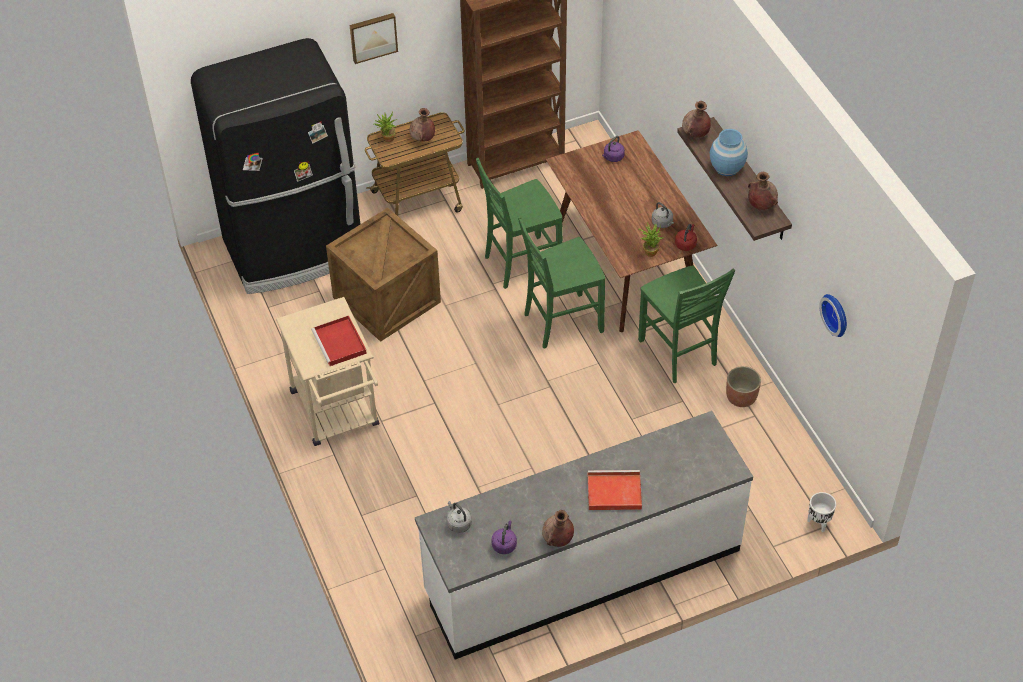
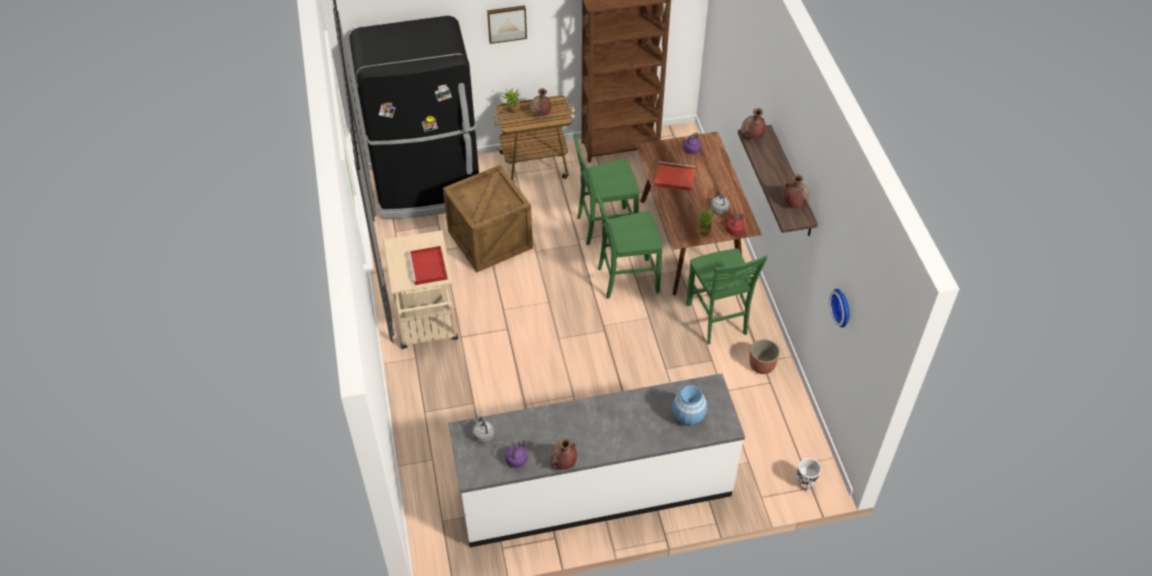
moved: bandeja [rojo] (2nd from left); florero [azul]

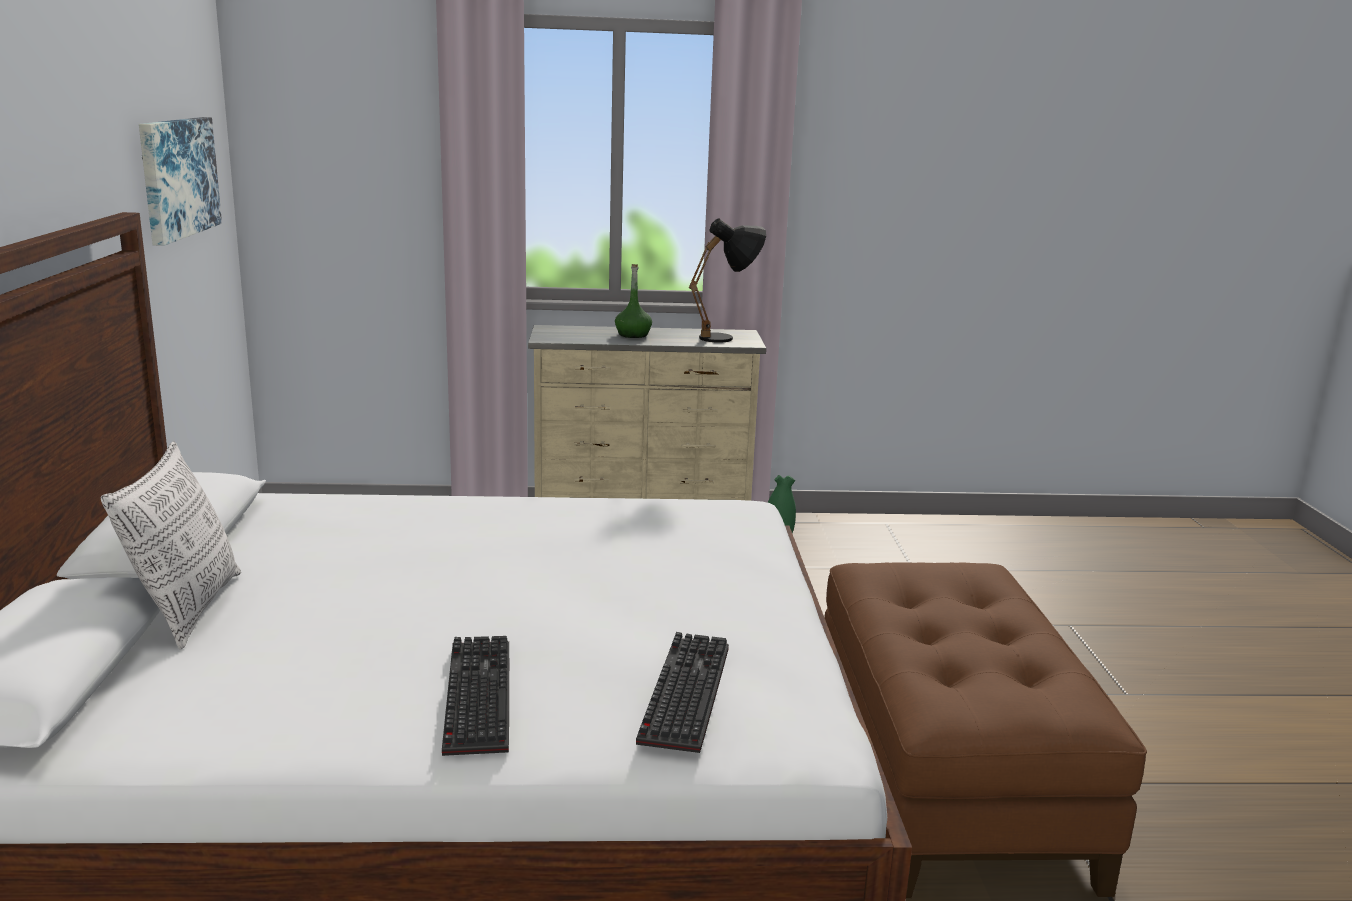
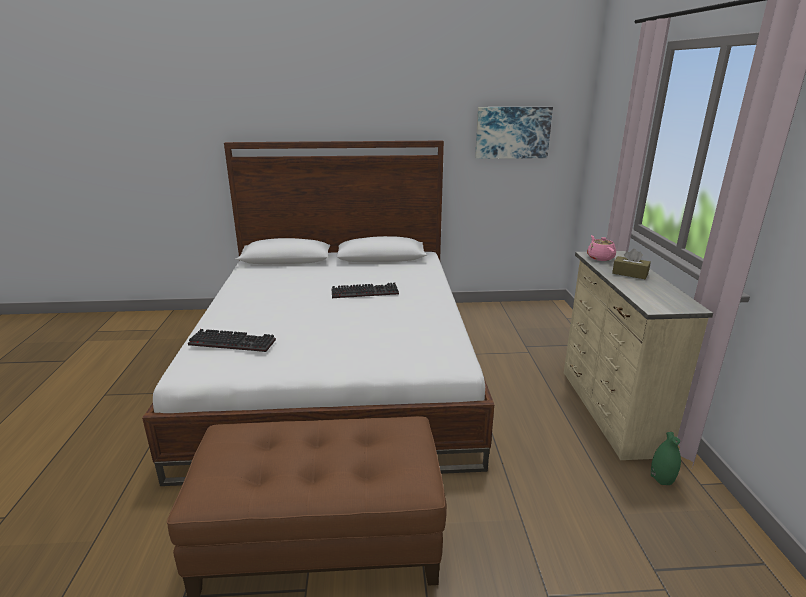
removed: cojín; lámpara de mesa [negro]
added: tetera [rosa]
moved: teclado (1st from left in the first image) to teclado (2nd from left)
replaced: botella [verde] to caja de pañuelos [marrón]

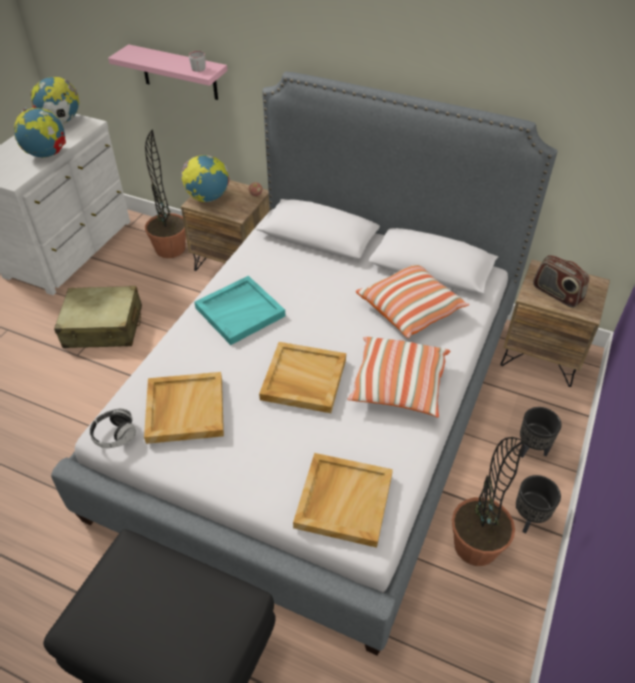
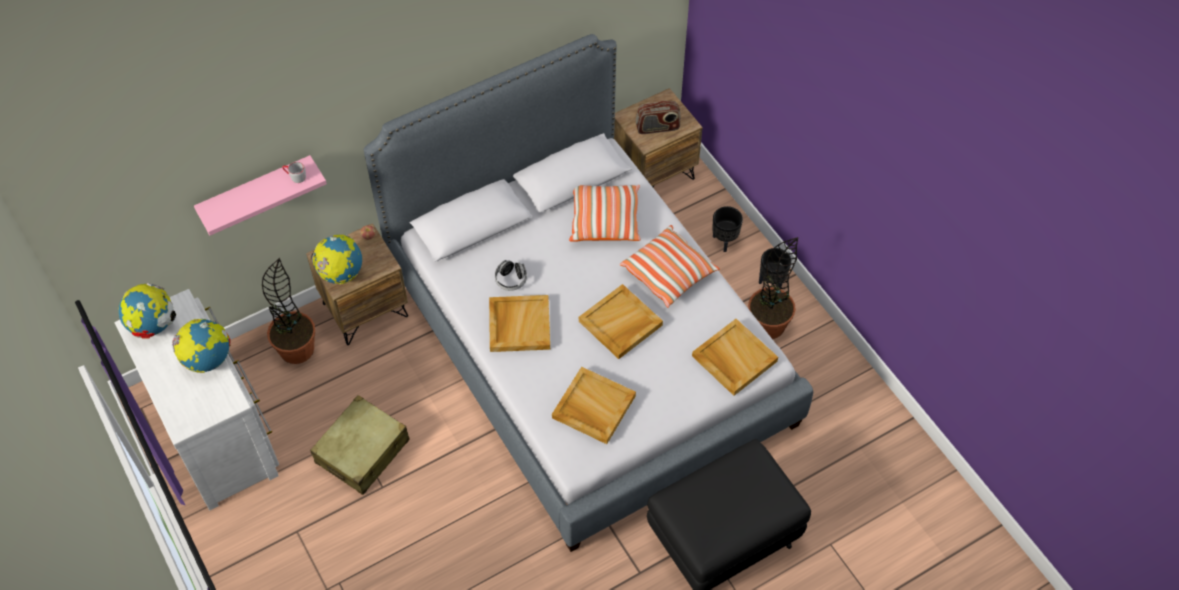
moved: auriculares
recoloured: bandeja [turquesa] to bandeja [beis] (1st from left)

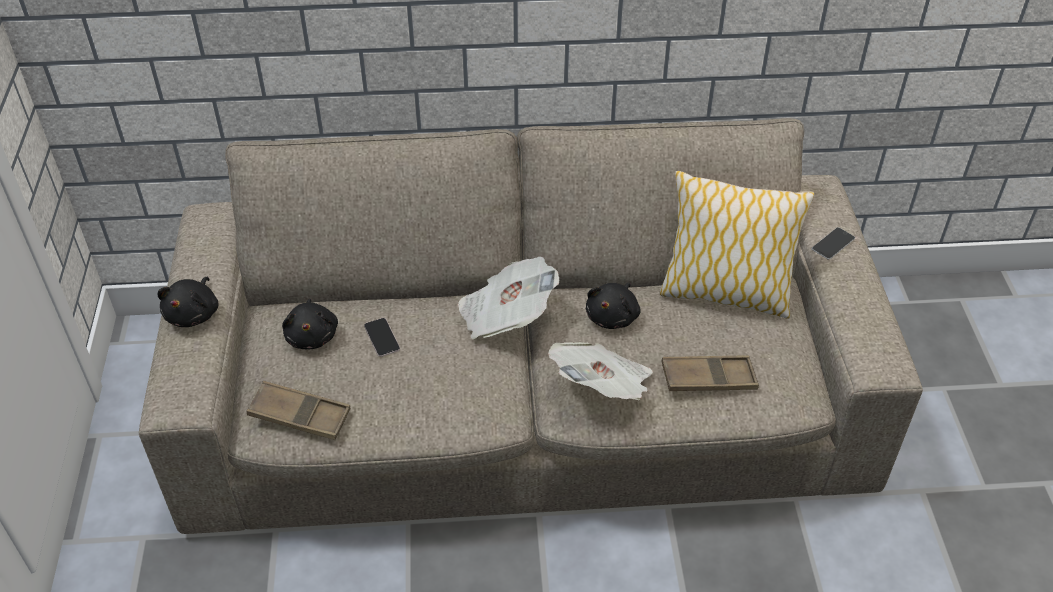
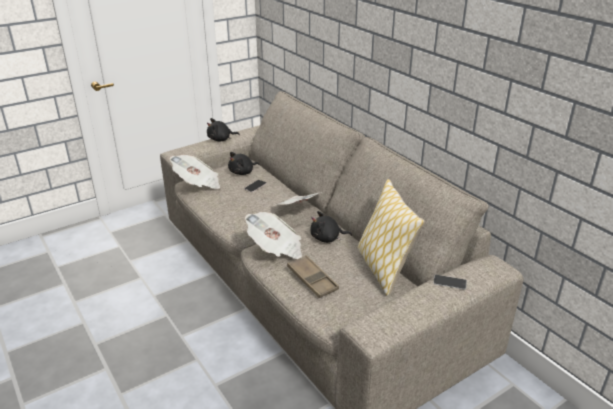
replaced: bandeja [marrón] (1st from left) to periódico (1st from left)

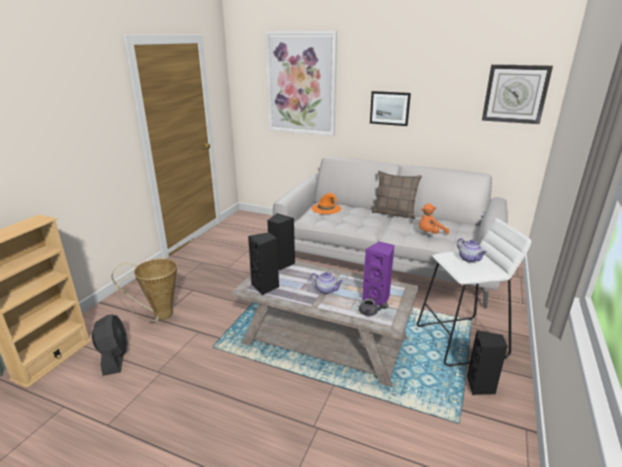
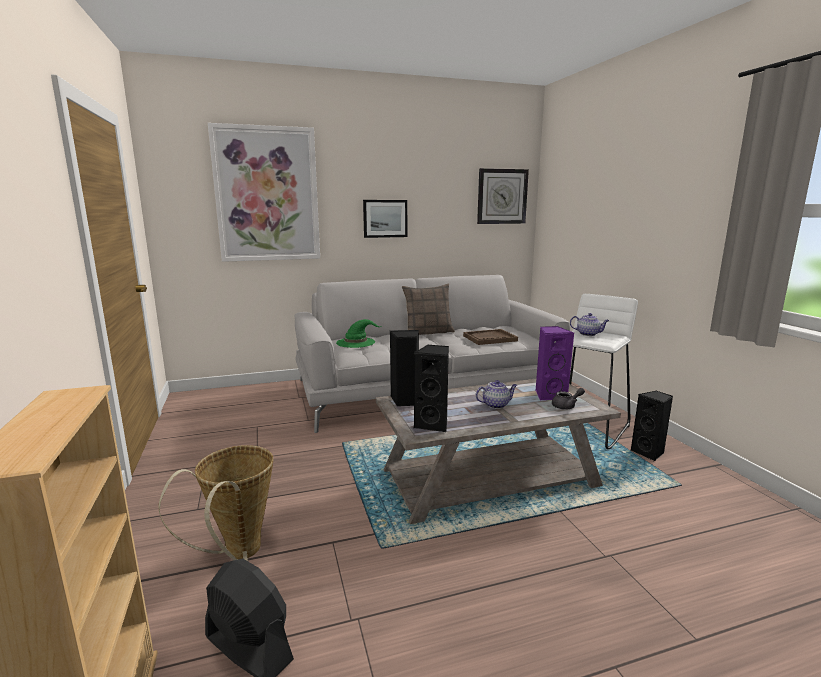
replaced: peluche [naranja] to bandeja [marrón]
recoloured: sombrero [naranja] to sombrero [verde]

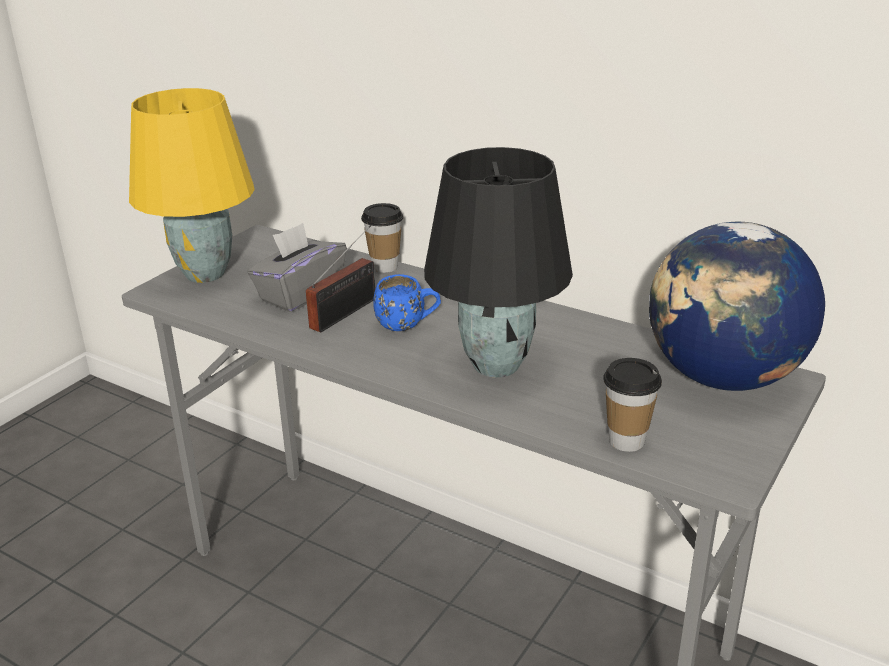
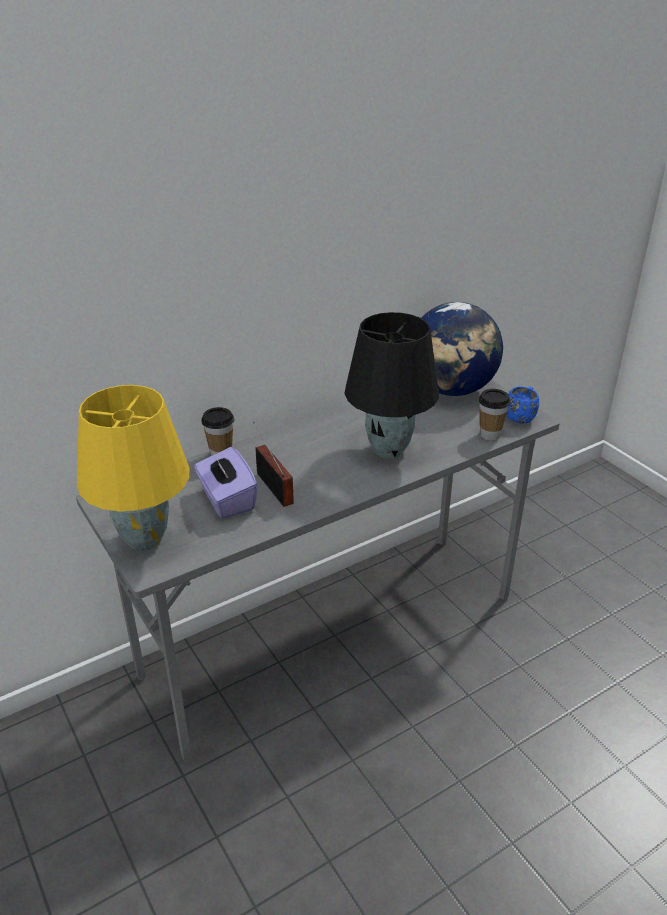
moved: taza grande [azul]
recoloured: caja de pañuelos [gris] to caja de pañuelos [morado]

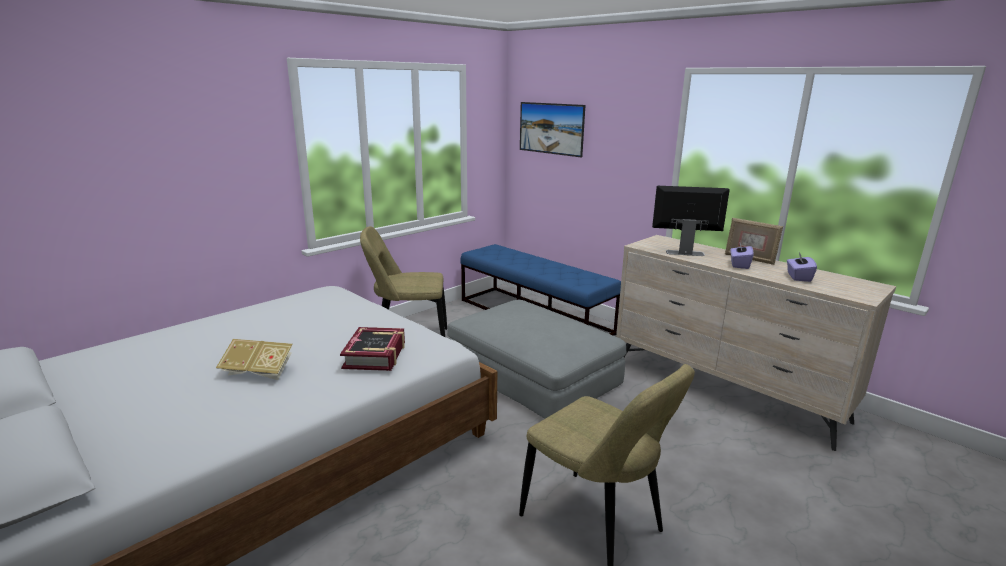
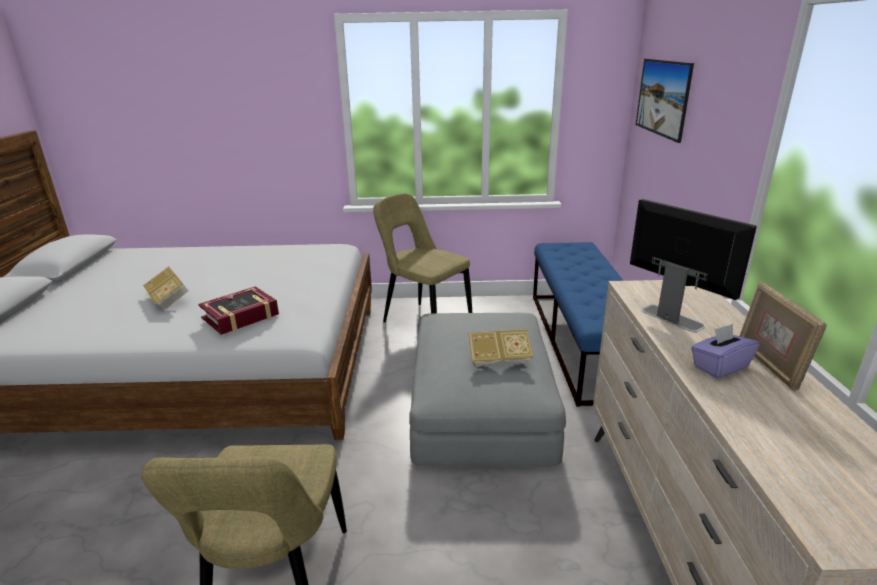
removed: caja de pañuelos [morado] (2nd from left)
added: libro (3rd from left)

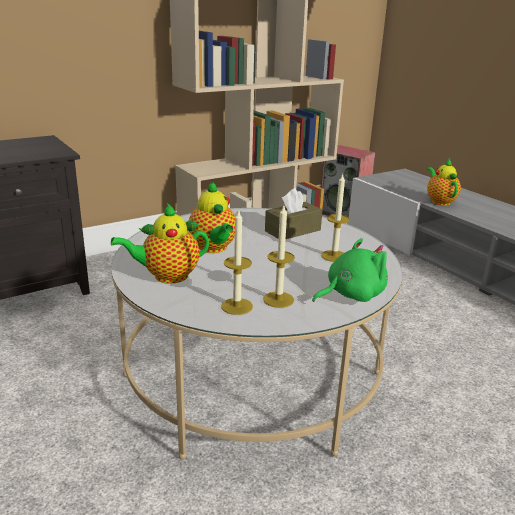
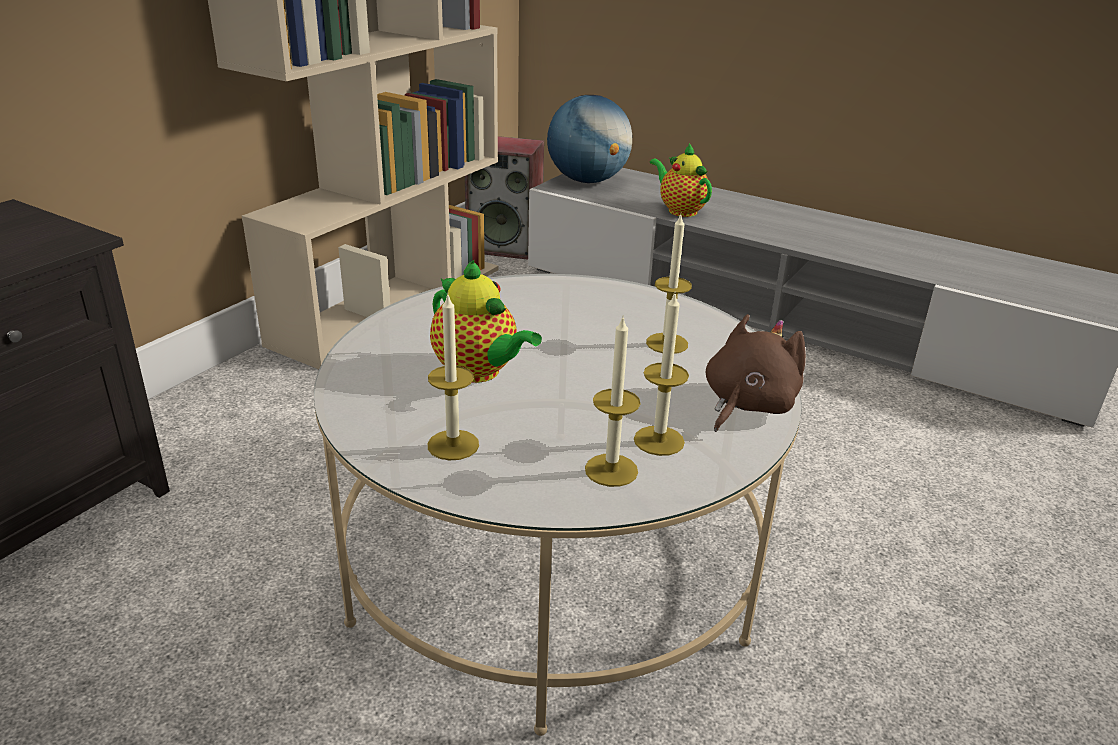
removed: caja de pañuelos [marrón]
added: globo terráqueo
replaced: tetera (1st from left) to vela (1st from left)
recoloured: peluche [verde] to peluche [marrón]

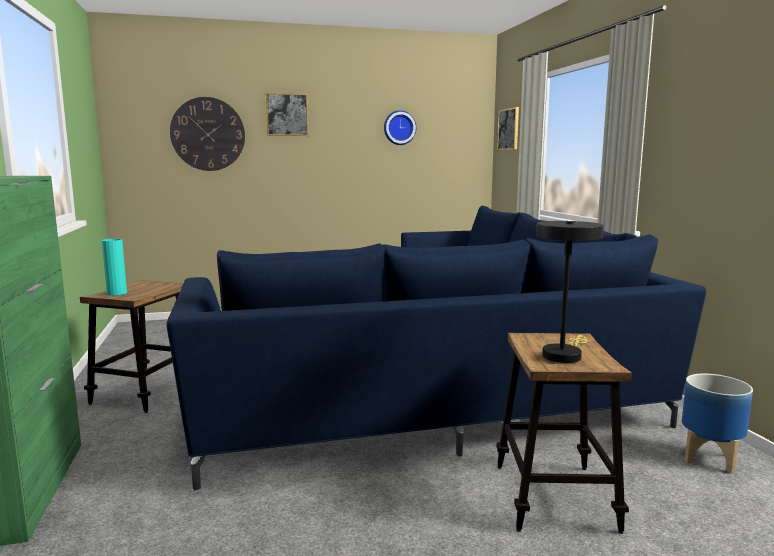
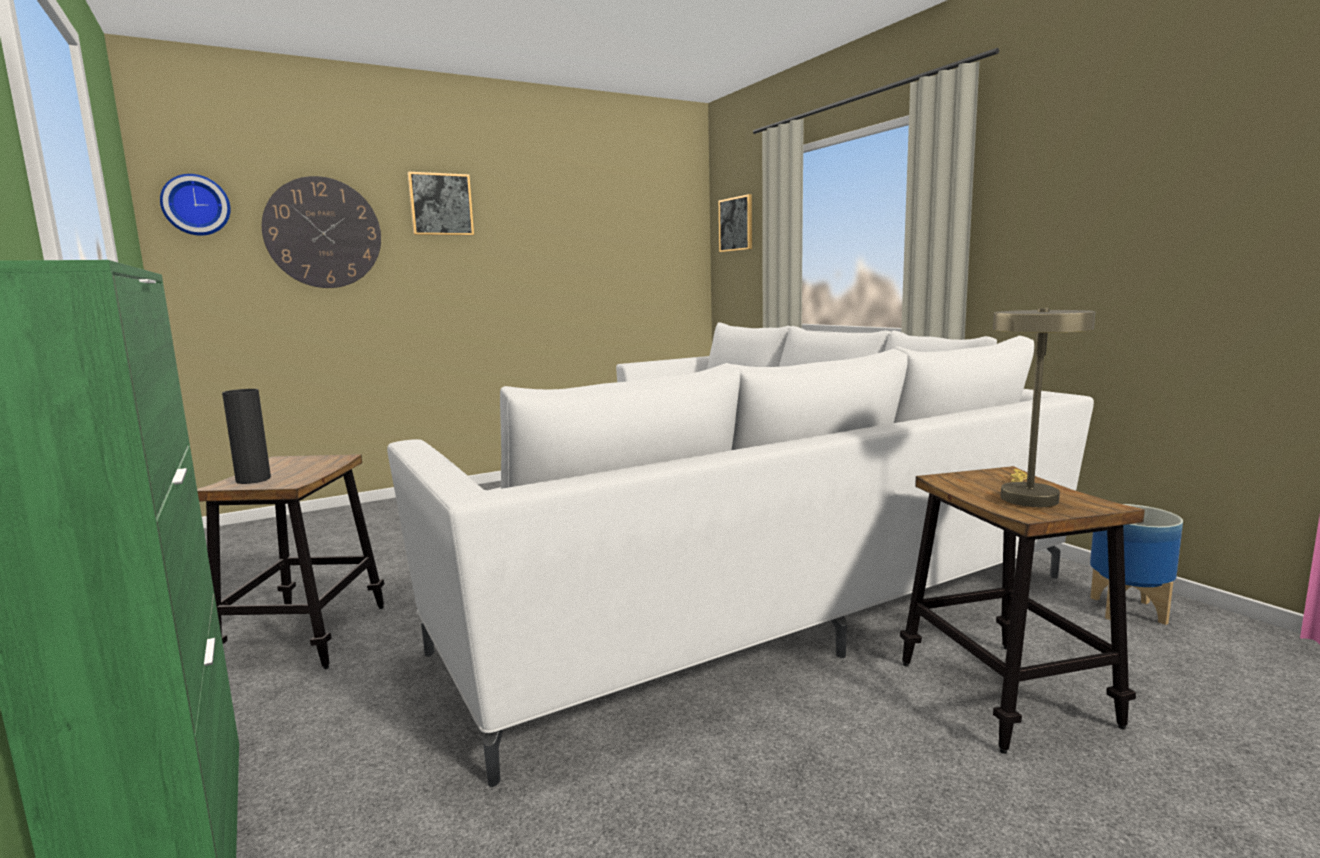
moved: reloj de pared (2nd from left in the first image) to reloj de pared (1st from left)
recoloured: florero [turquesa] to florero [negro]; sofá [azul] to sofá [blanco]; lámpara de mesa [negro] to lámpara de mesa [beis]

